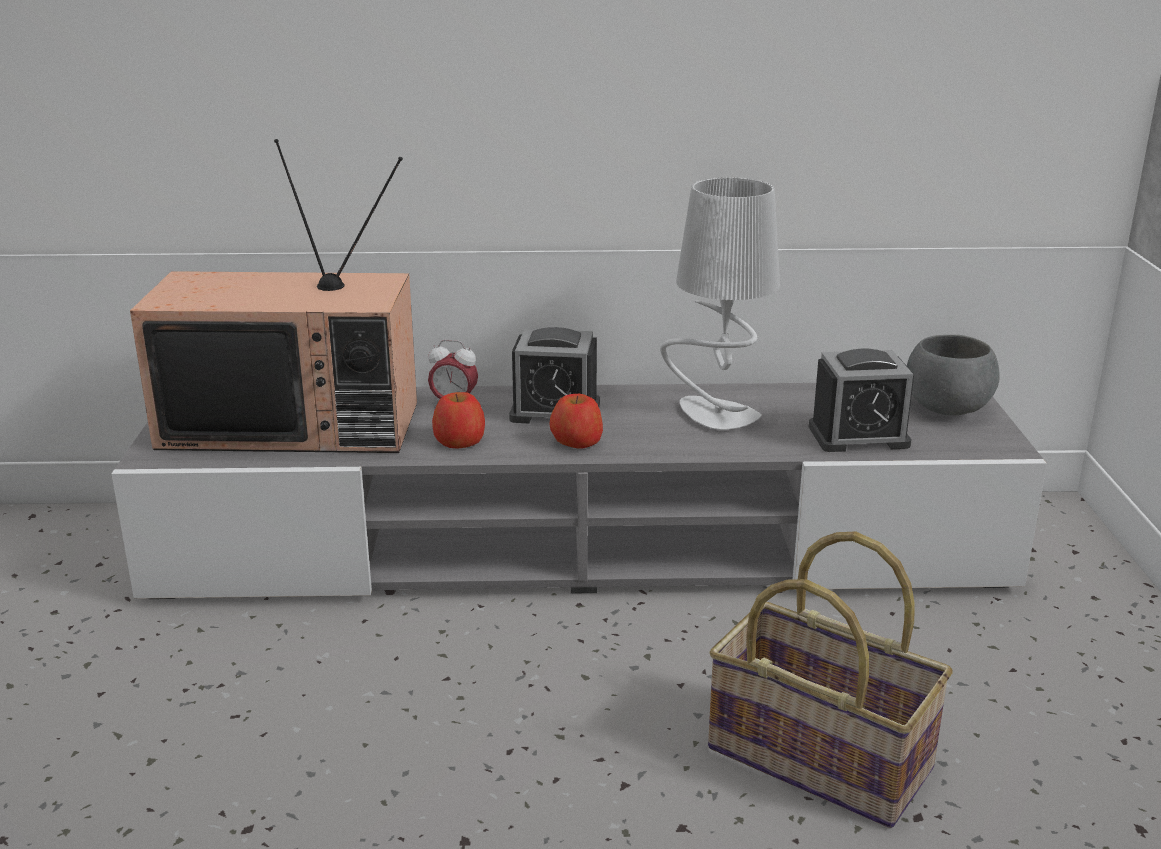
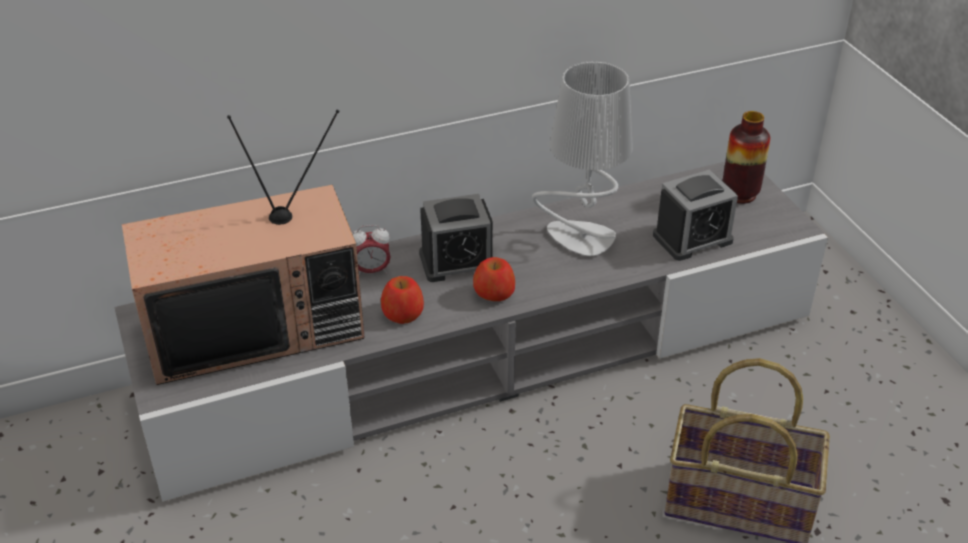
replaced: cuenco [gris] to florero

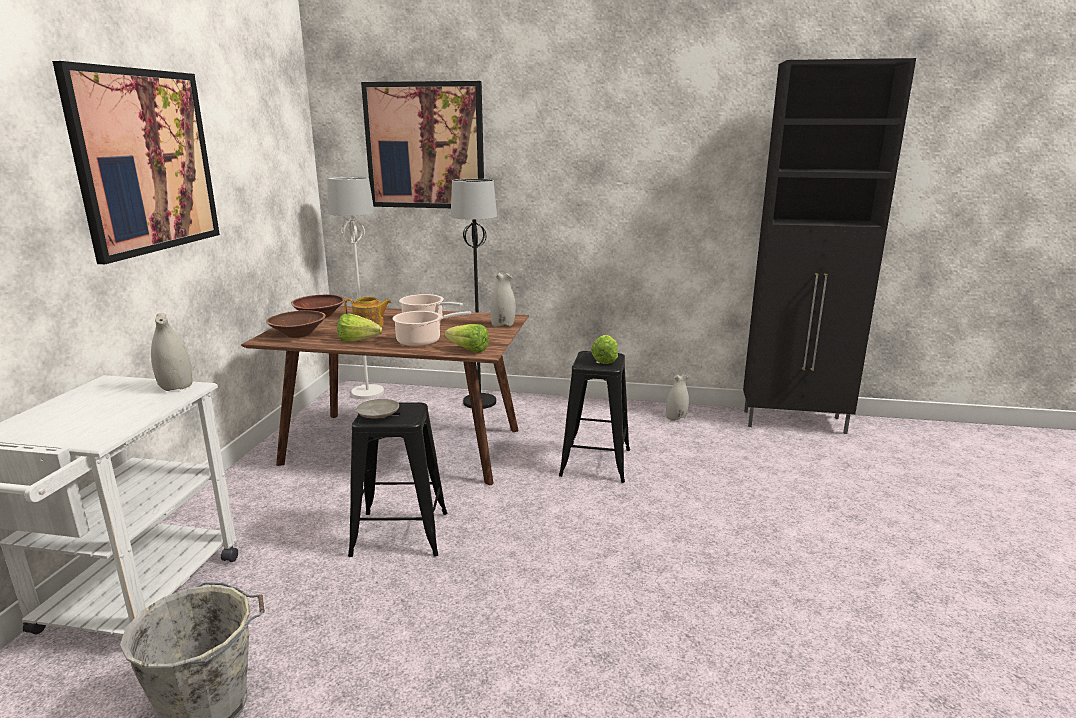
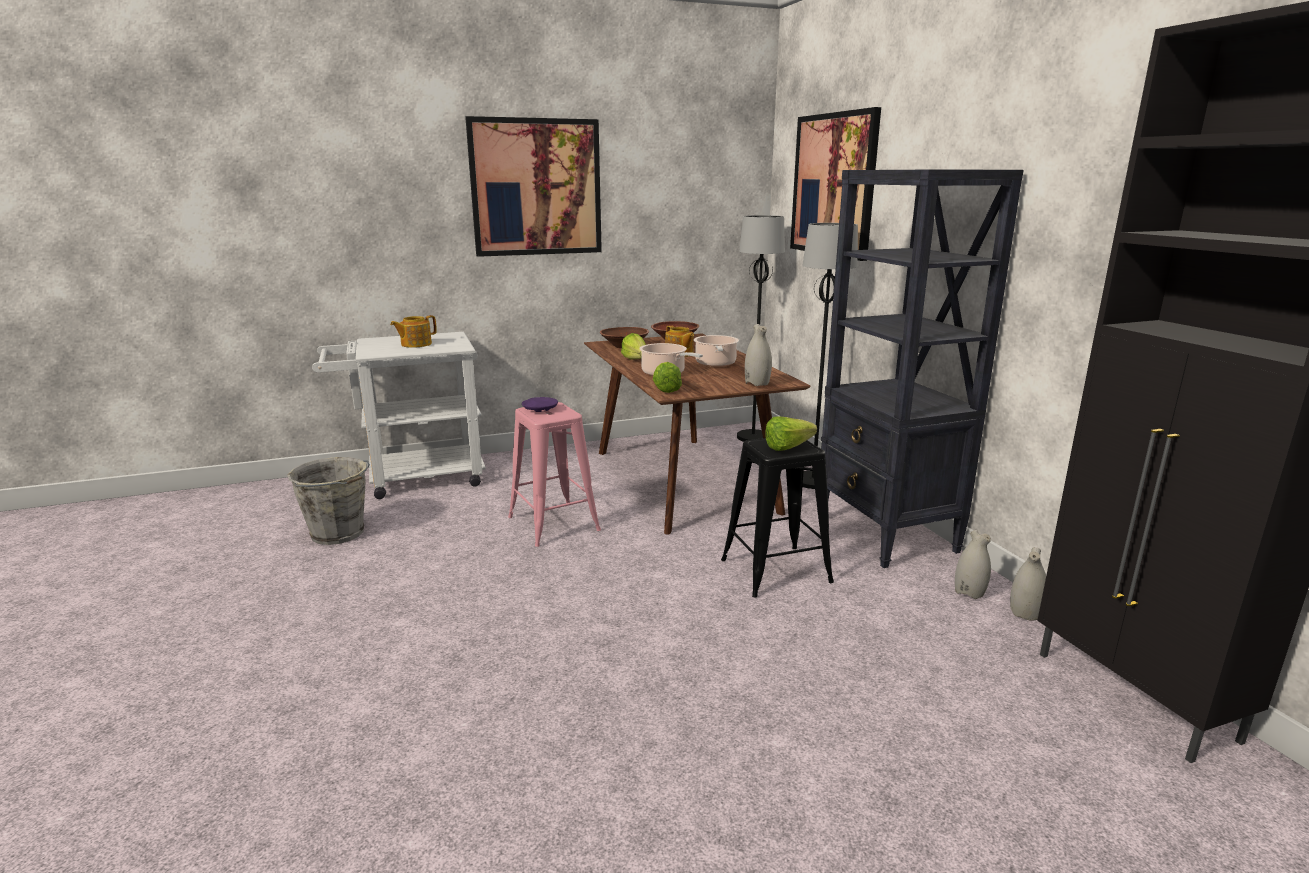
added: tetera (1st from left); estantería [negro]
moved: florero [blanco] (1st from left in the first image) to florero [blanco] (3rd from left)
recoloured: lámpara de pie [blanco] to lámpara de pie [negro] (1st from left); taburete [negro] (1st from left) to taburete [rosa]; plato [beis] to plato [morado]

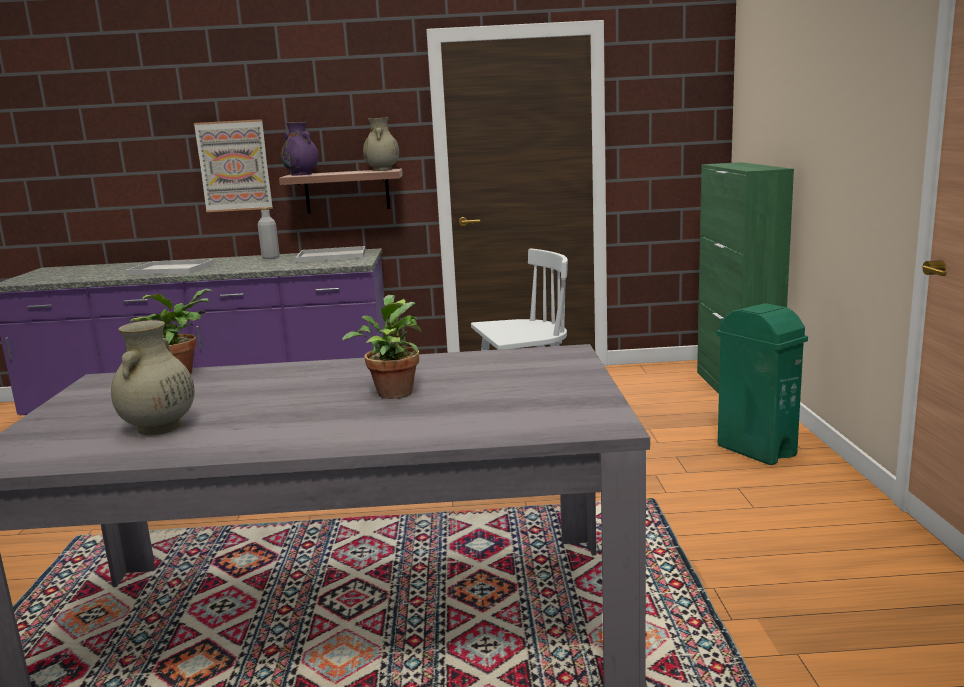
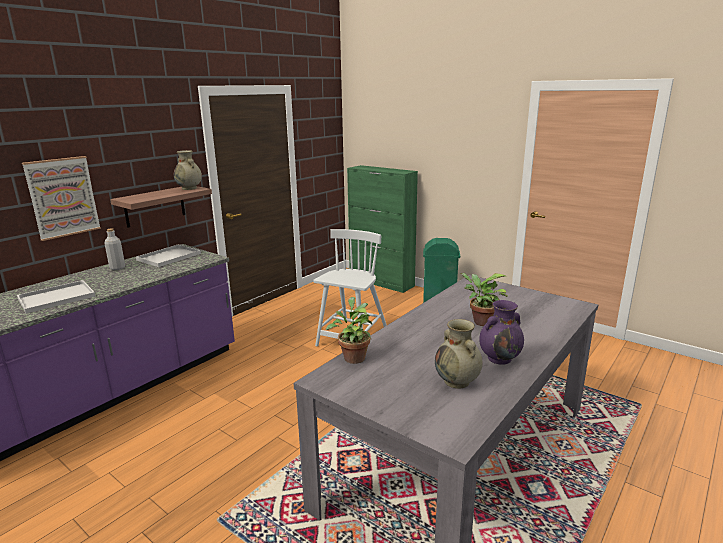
moved: florero [morado]

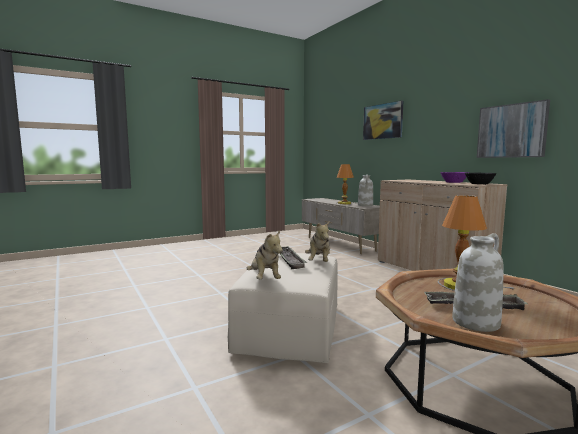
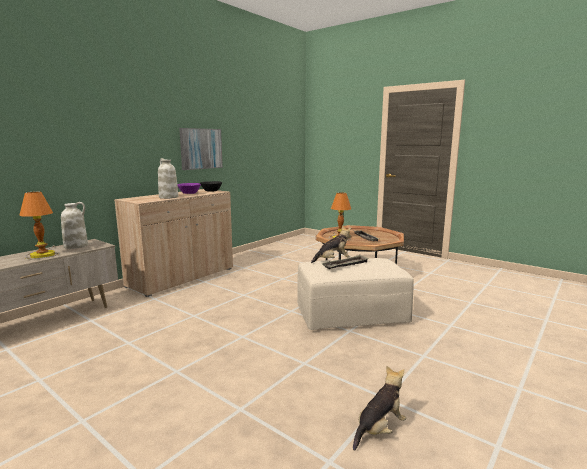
removed: cuadro (1st from left)
moved: peluche (1st from left in the first image) to peluche (2nd from left); florero [blanco] (2nd from left)

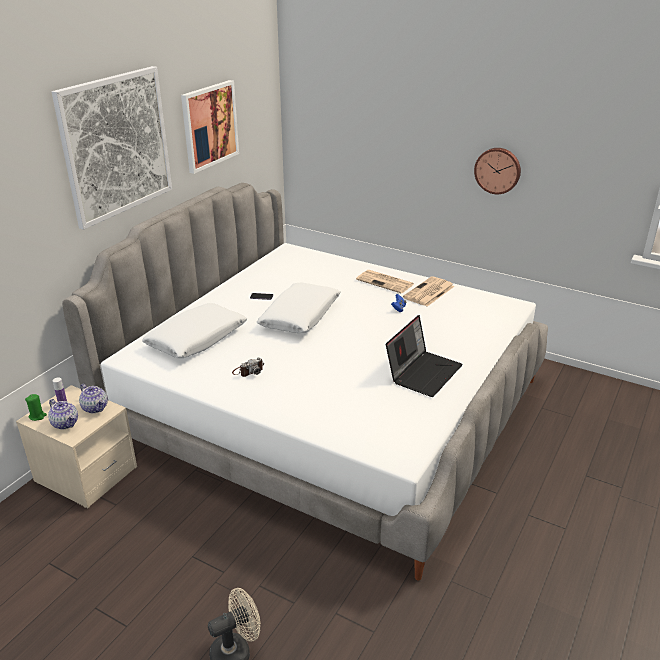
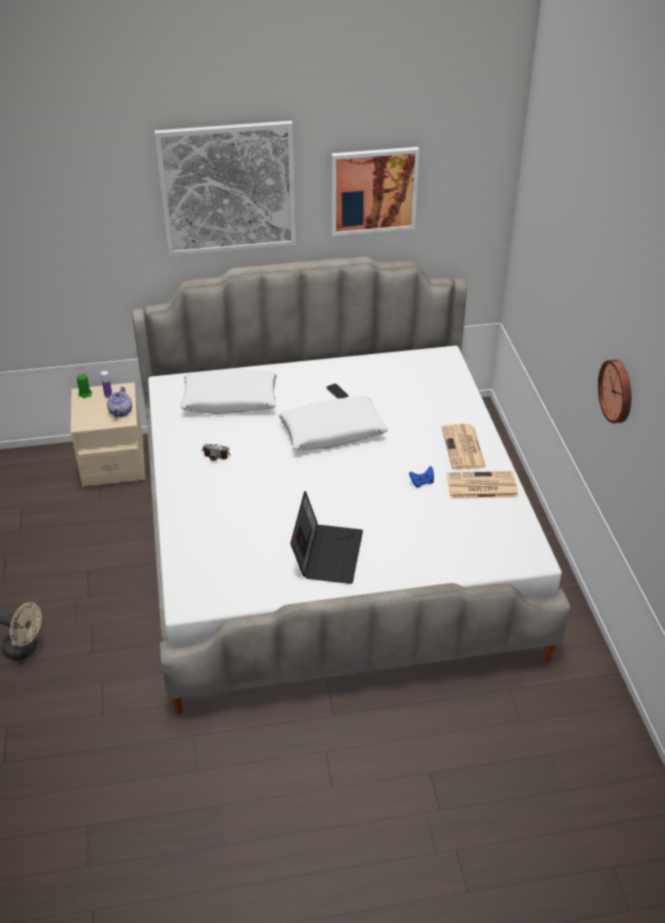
removed: tetera (1st from left)
turned: portátil 75 degrees counterclockwise

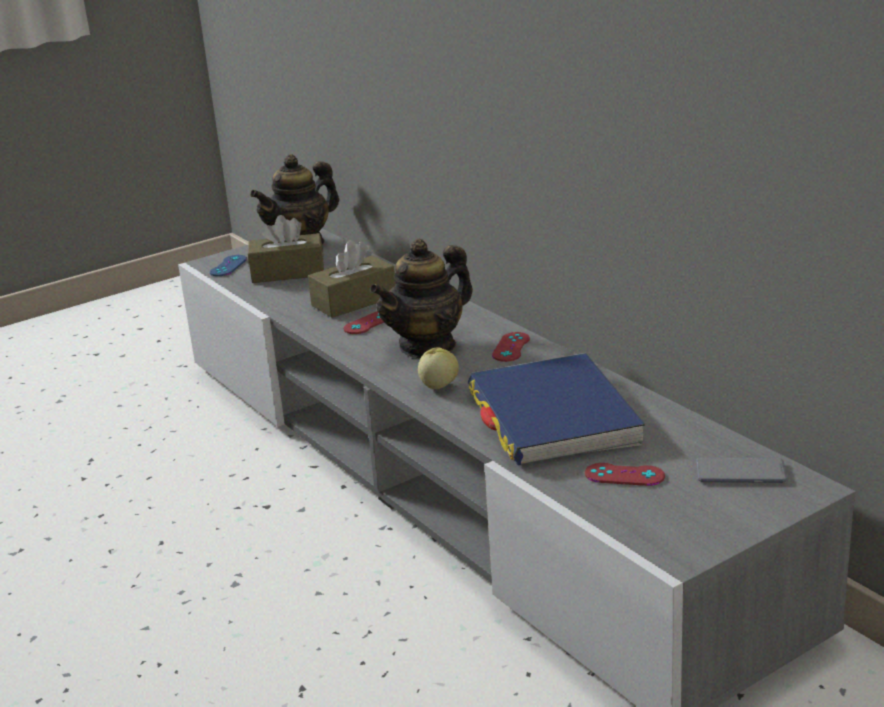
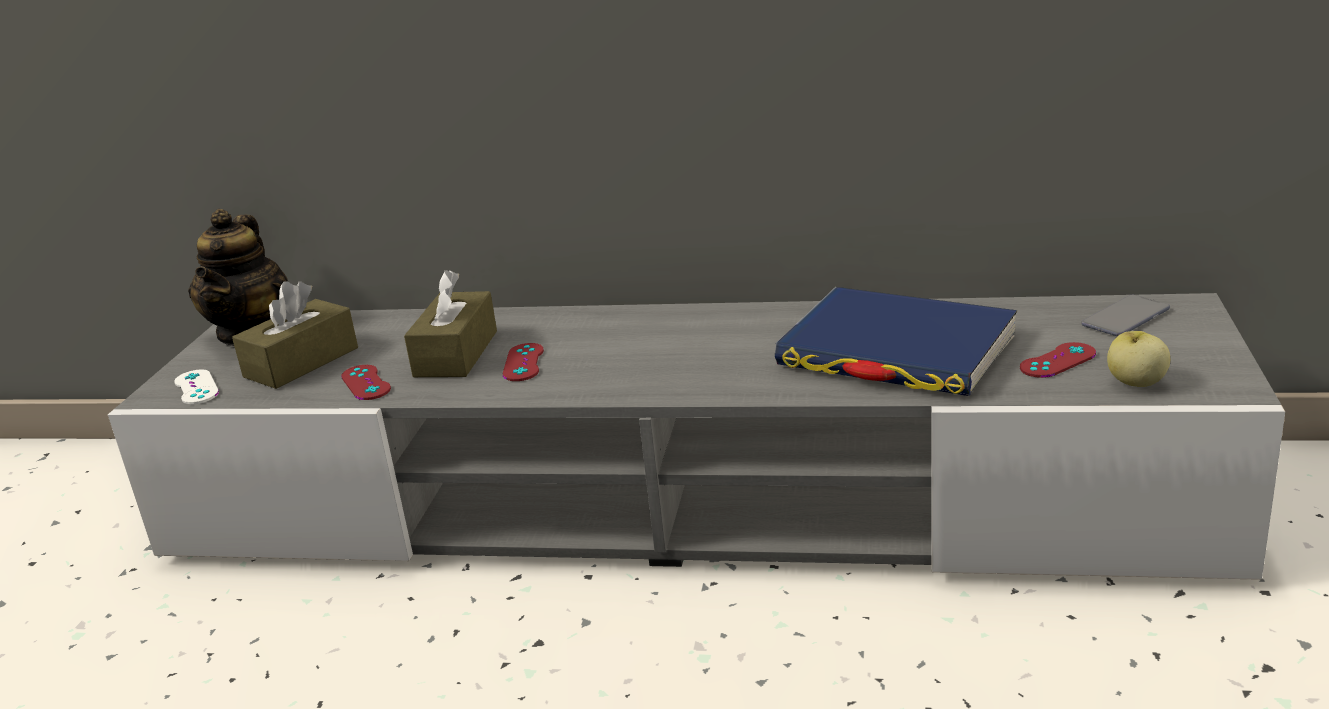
removed: tetera (2nd from left)
moved: manzana; mando de consola [rojo] (2nd from left in the first image) to mando de consola [rojo] (1st from left)
recoloured: mando de consola [azul] to mando de consola [blanco]

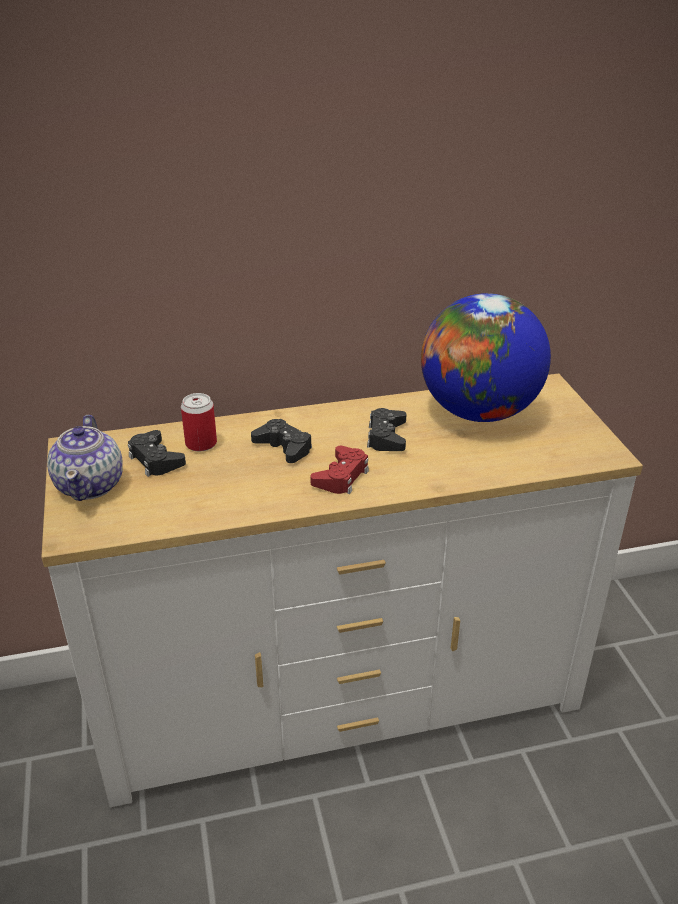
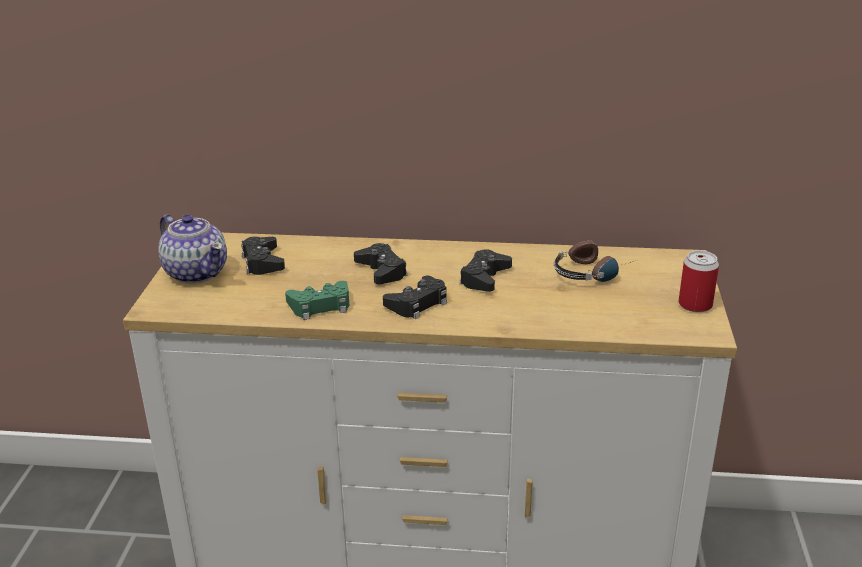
added: mando de consola [verde]
moved: lata
replaced: globo terráqueo to auriculares
recoloured: mando de consola [rojo] to mando de consola [negro] (3rd from left)
turned: tetera 60 degrees counterclockwise

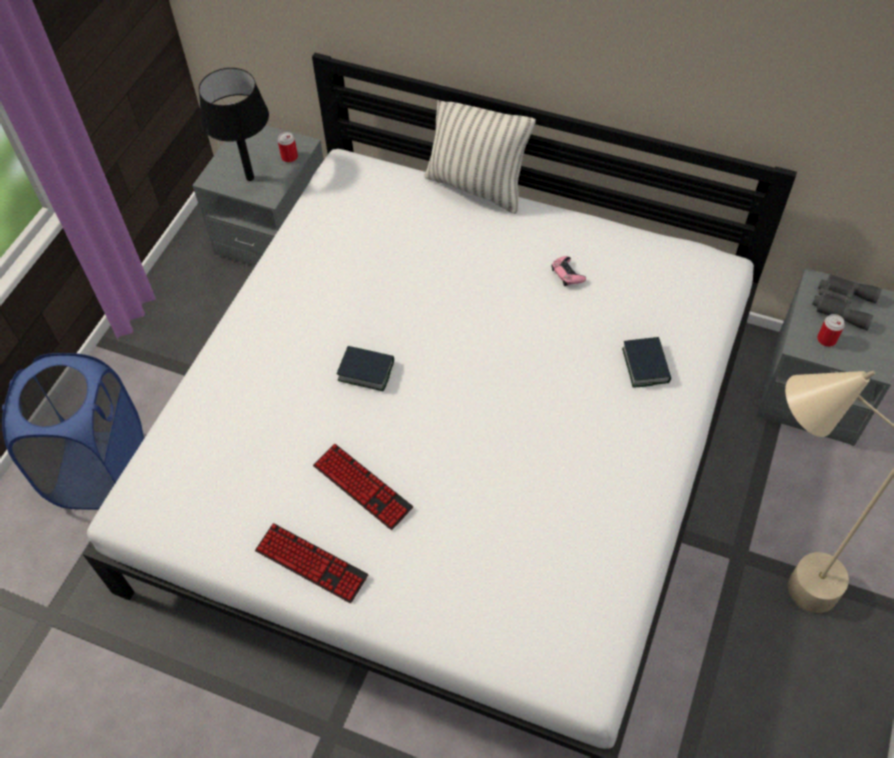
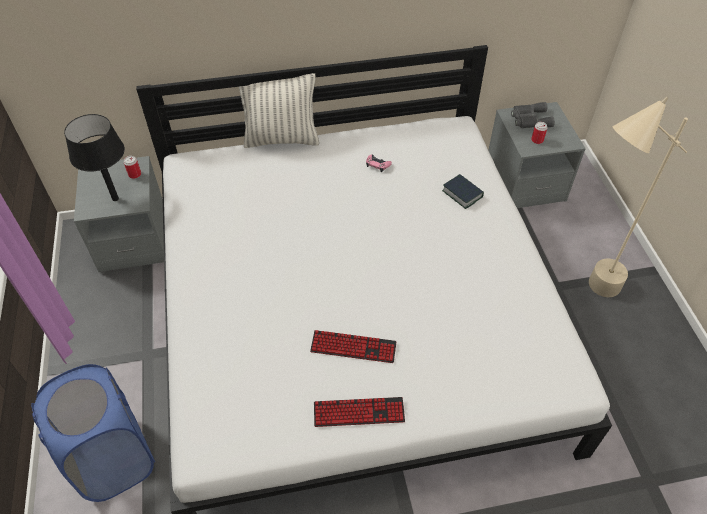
removed: libro (1st from left)

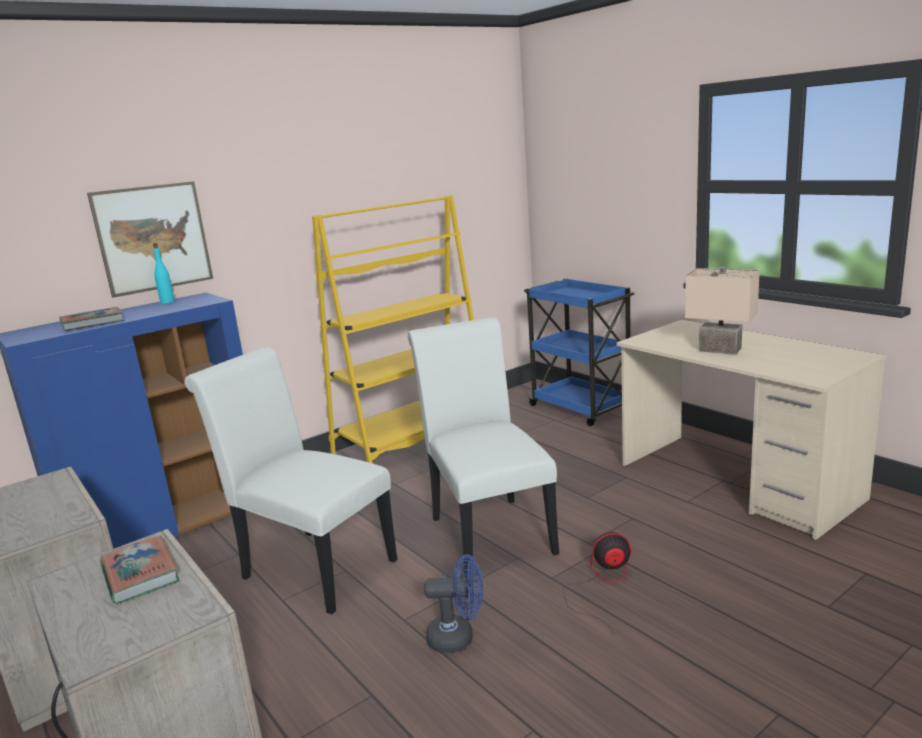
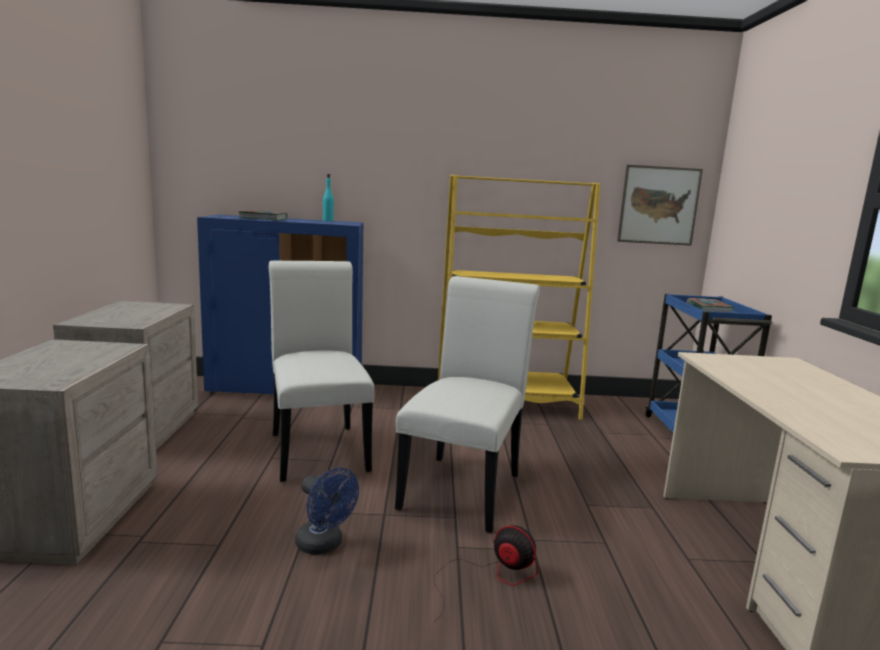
removed: lámpara de mesa [beis]
moved: cuadro; libro (2nd from left)

